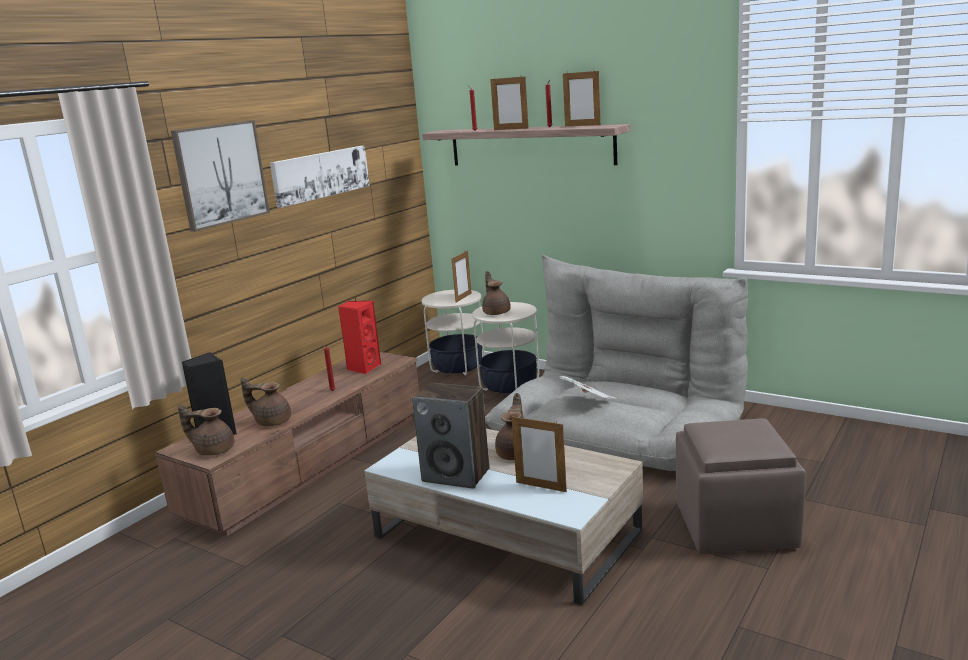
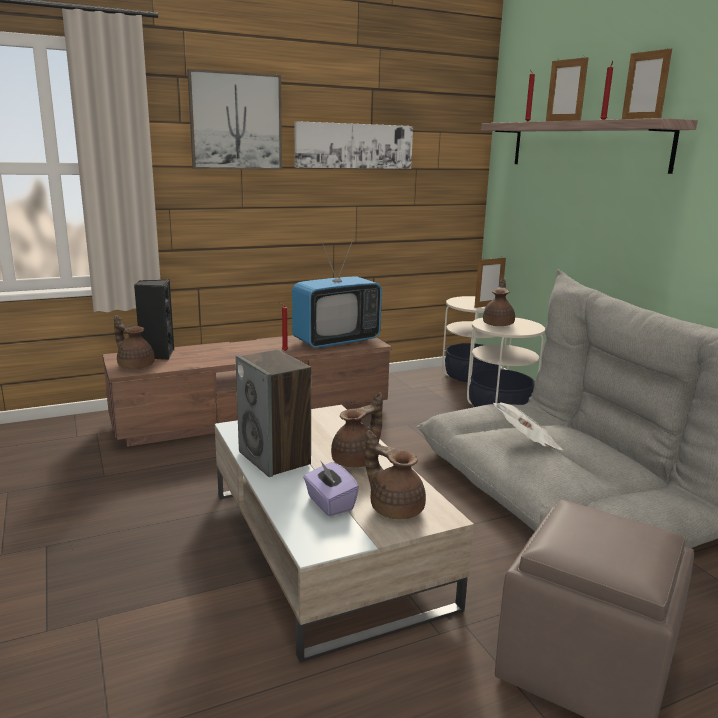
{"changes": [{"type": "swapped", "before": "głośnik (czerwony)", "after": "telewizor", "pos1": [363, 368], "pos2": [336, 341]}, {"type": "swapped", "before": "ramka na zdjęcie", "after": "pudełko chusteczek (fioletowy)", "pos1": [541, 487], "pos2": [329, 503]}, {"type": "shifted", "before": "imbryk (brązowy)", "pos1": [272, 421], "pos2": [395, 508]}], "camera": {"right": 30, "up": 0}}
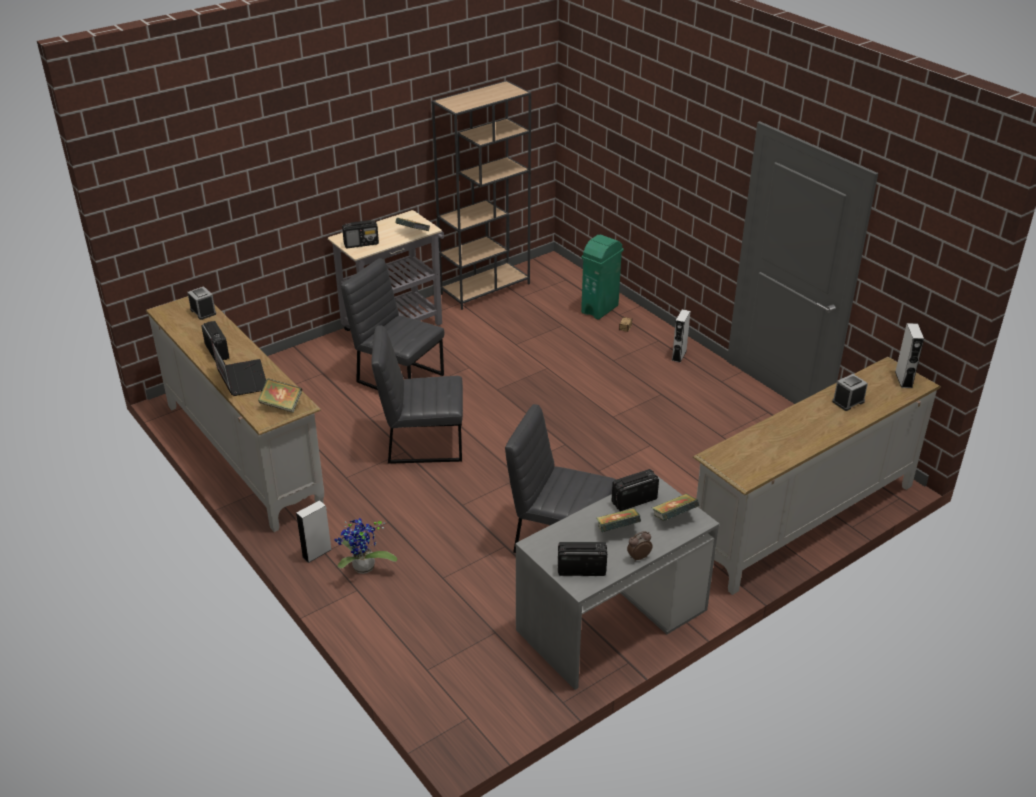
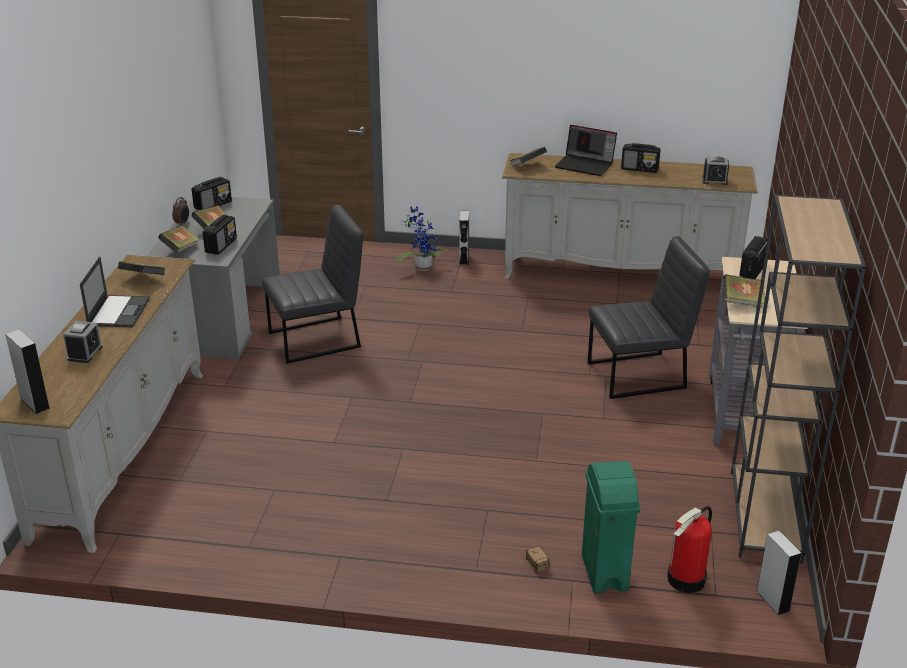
{"changes": [{"type": "new", "after": "laptop", "pos2": [118, 311]}, {"type": "new", "after": "książka", "pos2": [143, 279]}, {"type": "new", "after": "gaśnica", "pos2": [686, 579]}, {"type": "shifted", "before": "głośnik (szary)", "pos1": [679, 355], "pos2": [772, 600]}, {"type": "gone", "before": "krzesło (szary)", "pos1": [422, 443]}], "camera": {"right": 135, "up": -5}}
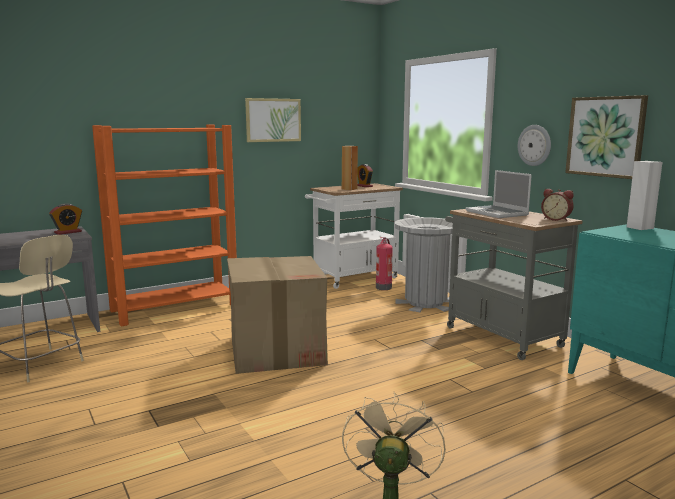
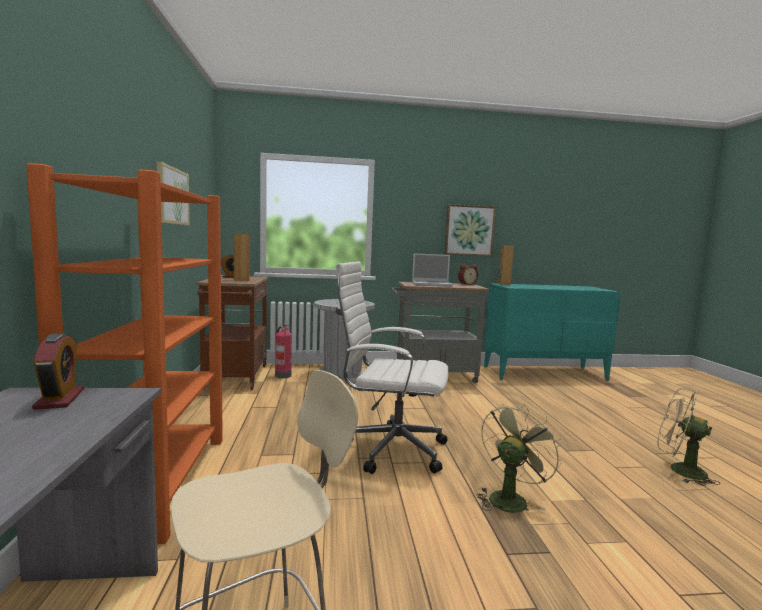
{"changes": [{"type": "repainted", "before": "wózek (biały)", "after": "wózek (brązowy)", "pos1": [352, 278], "pos2": [235, 378]}, {"type": "swapped", "before": "karton", "after": "krzesło biurowe (biały)", "pos1": [276, 351], "pos2": [390, 449]}, {"type": "new", "after": "wentylator (zielony)", "pos2": [510, 498]}, {"type": "repainted", "before": "głośnik (biały)", "after": "głośnik (brązowy)", "pos1": [639, 227], "pos2": [504, 284]}, {"type": "gone", "before": "zegar ścienny", "pos1": [534, 145]}], "camera": {"right": -65, "up": -5}}
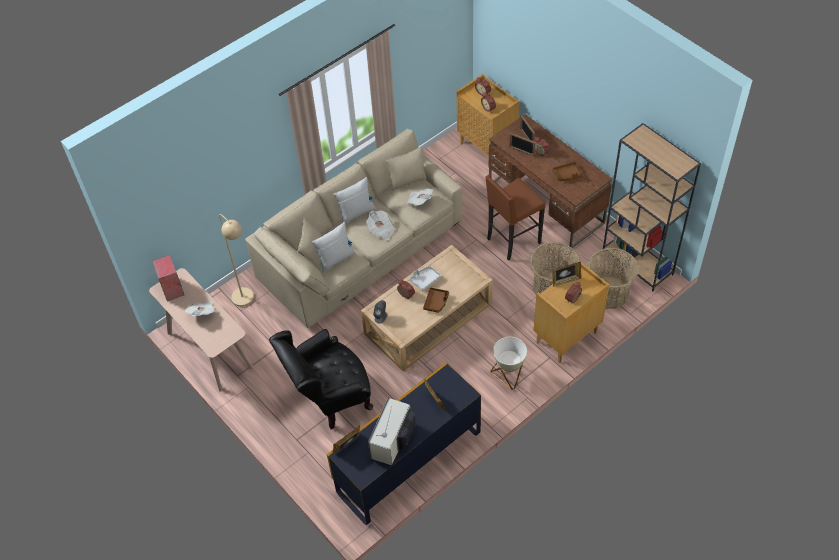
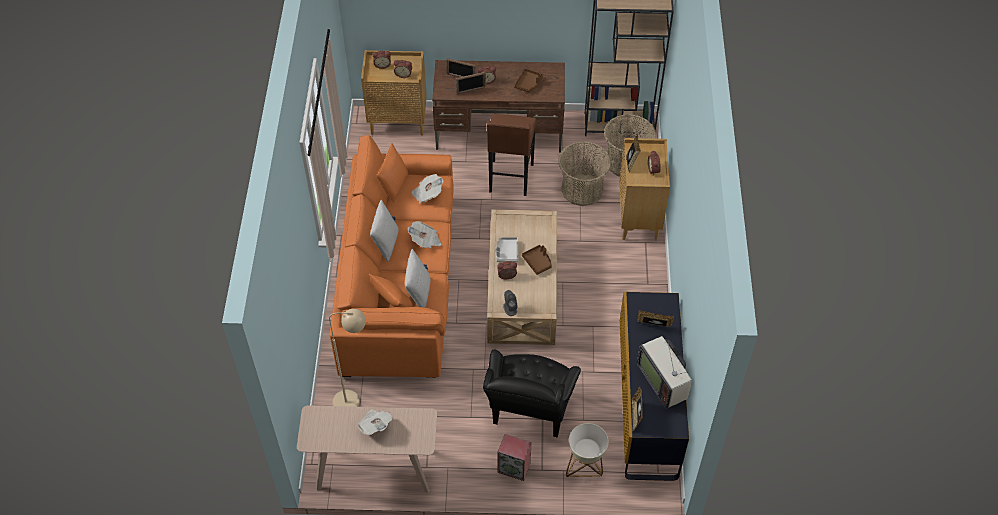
{"changes": [{"type": "repainted", "before": "kanapa (beżowy)", "after": "kanapa (pomarańczowy)", "pos1": [361, 250], "pos2": [399, 281]}, {"type": "shifted", "before": "głośnik", "pos1": [173, 289], "pos2": [514, 467]}, {"type": "shifted", "before": "donica", "pos1": [508, 376], "pos2": [585, 467]}], "camera": {"right": -50, "up": 0}}
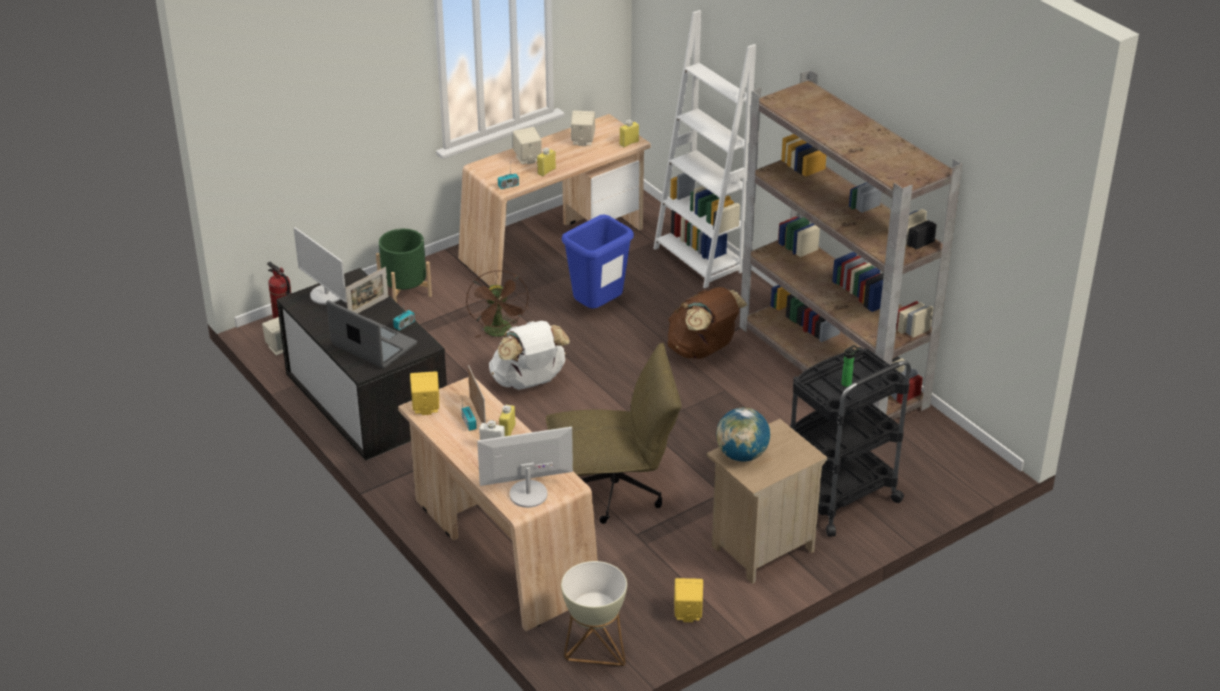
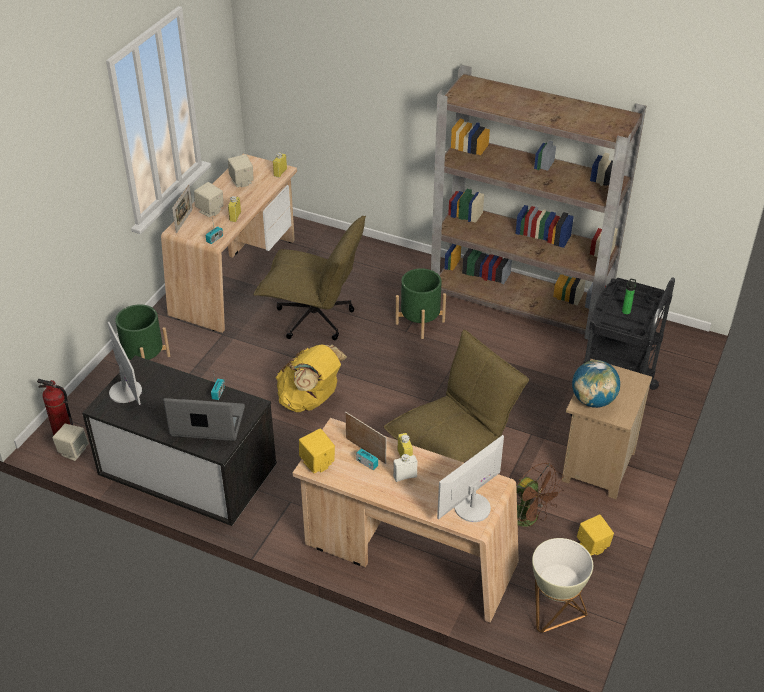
{"changes": [{"type": "rotated", "before": "monitor", "pos1": [326, 295], "pos2": [126, 391], "turn": -135}, {"type": "shifted", "before": "ramka na zdjęcie", "pos1": [368, 307], "pos2": [184, 221]}, {"type": "swapped", "before": "kosz na śmieci (niebieski)", "after": "krzesło biurowe (beżowy)", "pos1": [597, 309], "pos2": [313, 318]}, {"type": "repainted", "before": "plecak (biały)", "after": "plecak (żółty)", "pos1": [529, 382], "pos2": [310, 400]}, {"type": "swapped", "before": "plecak (brązowy)", "after": "donica (zielony)", "pos1": [703, 350], "pos2": [420, 322]}, {"type": "shifted", "before": "wentylator (brązowy)", "pos1": [500, 333], "pos2": [529, 519]}, {"type": "gone", "before": "regał (biały)", "pos1": [699, 260]}], "camera": {"right": -30, "up": 5}}
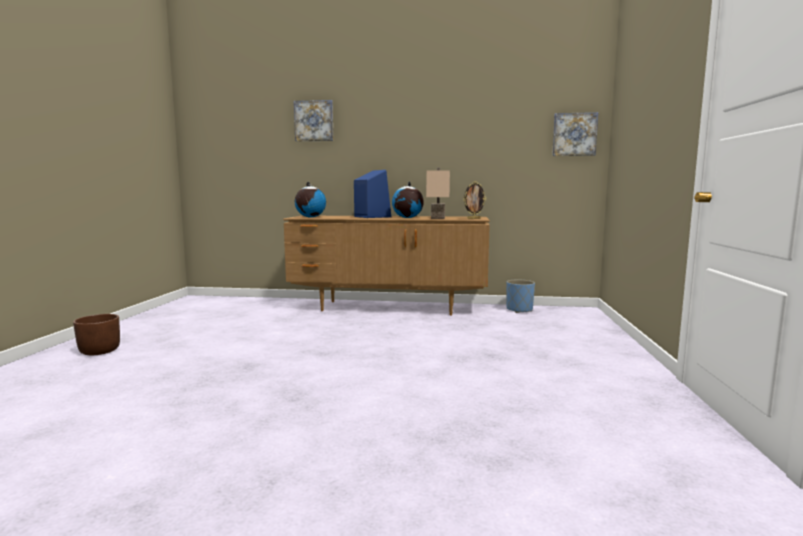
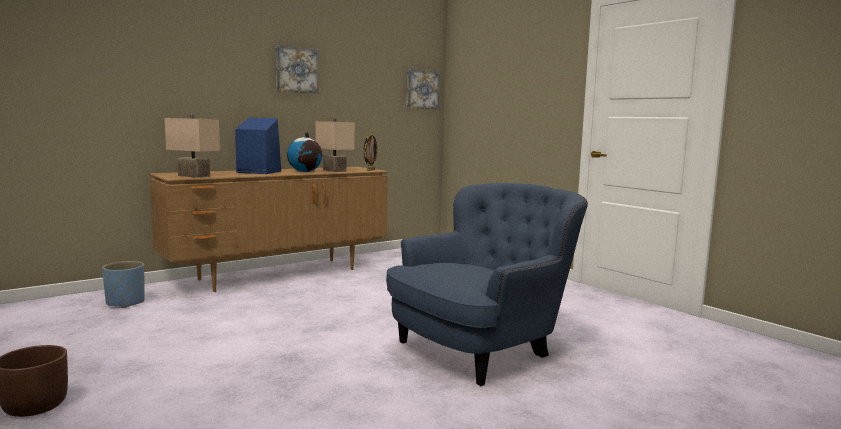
{"changes": [{"type": "shifted", "before": "donica (niebieski)", "pos1": [519, 310], "pos2": [125, 303]}, {"type": "swapped", "before": "globus", "after": "lampa stołowa (beżowy)", "pos1": [310, 217], "pos2": [192, 176]}, {"type": "shifted", "before": "obraz", "pos1": [314, 121], "pos2": [296, 70]}, {"type": "new", "after": "fotel (niebieski)", "pos2": [480, 349]}], "camera": {"right": -45, "up": 0}}
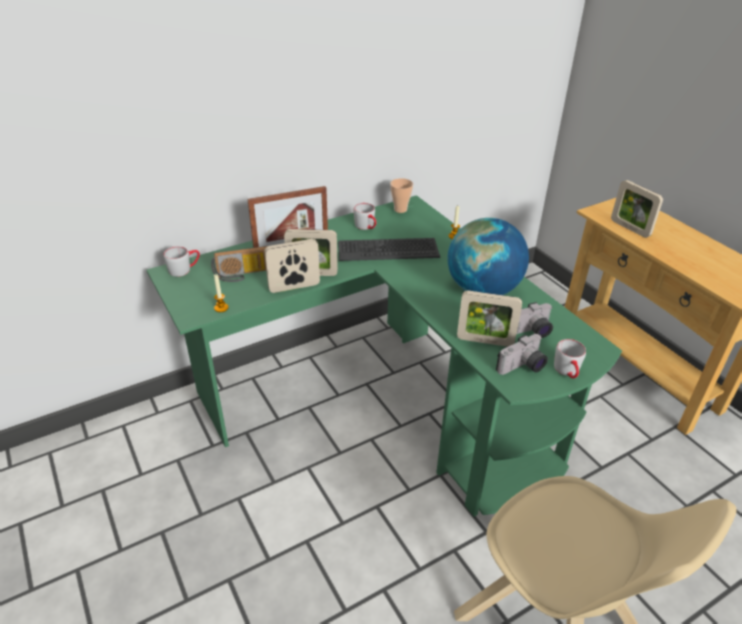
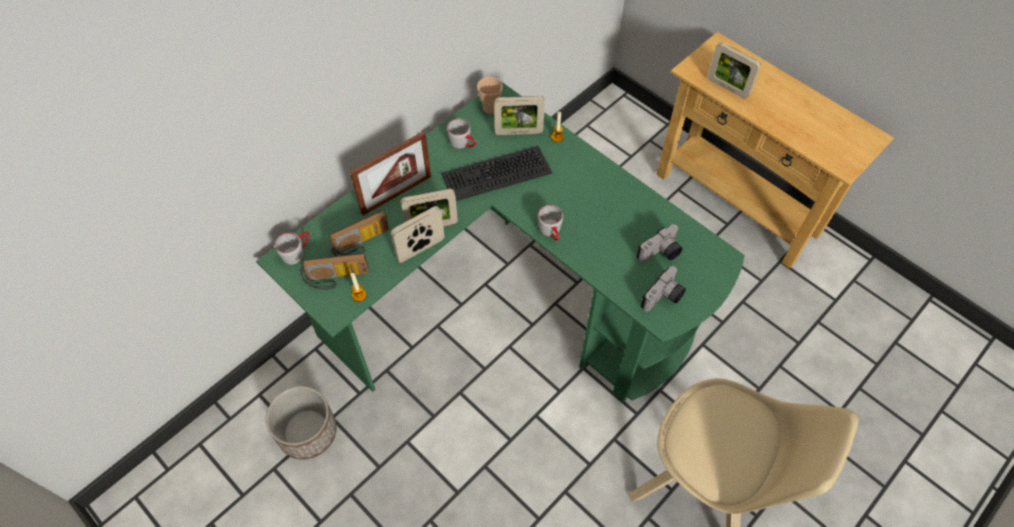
{"changes": [{"type": "new", "after": "donica", "pos2": [308, 432]}, {"type": "new", "after": "radio", "pos2": [336, 279]}, {"type": "shifted", "before": "ramka na zdjęcie", "pos1": [485, 341], "pos2": [518, 132]}, {"type": "shifted", "before": "kubek (szary)", "pos1": [568, 372], "pos2": [551, 232]}, {"type": "gone", "before": "globus", "pos1": [482, 290]}], "camera": {"right": -15, "up": 20}}
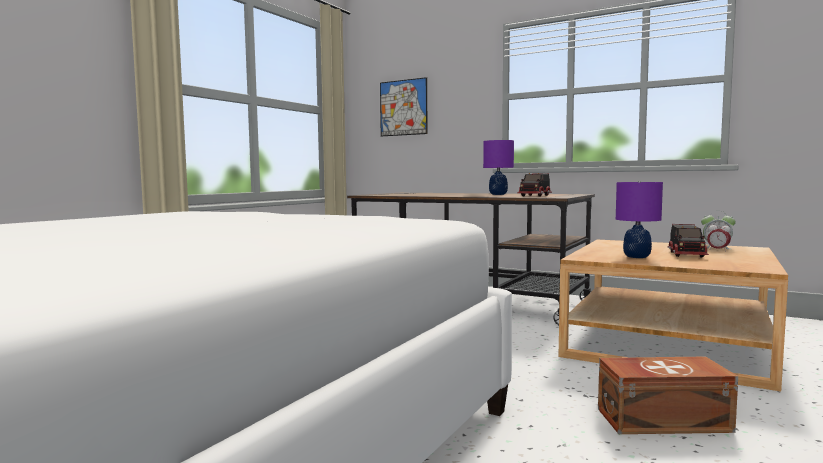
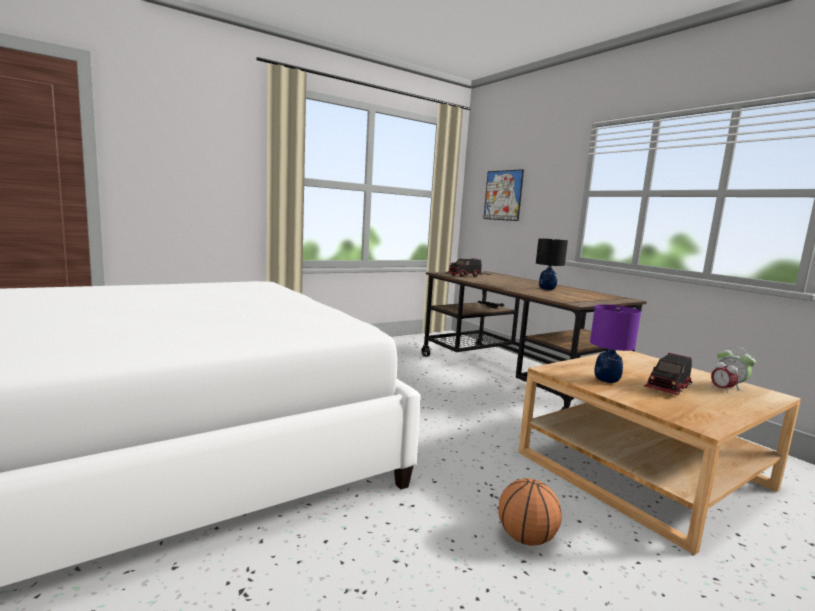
{"changes": [{"type": "shifted", "before": "ciężarówka zabawkowa", "pos1": [535, 196], "pos2": [464, 276]}, {"type": "swapped", "before": "pojemnik do przechowywania (brązowy)", "after": "piłka do koszykówki", "pos1": [660, 419], "pos2": [526, 538]}, {"type": "repainted", "before": "lampa stołowa (fioletowy)", "after": "lampa stołowa (czarny)", "pos1": [499, 194], "pos2": [548, 289]}], "camera": {"right": 25, "up": 5}}
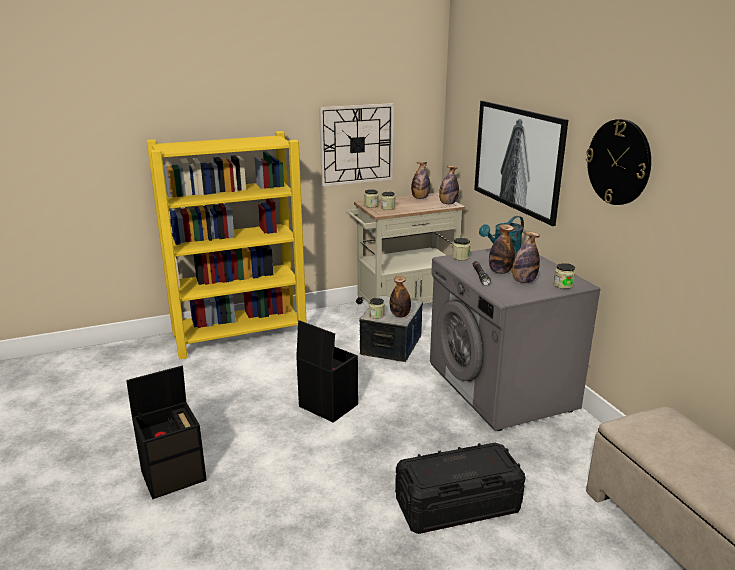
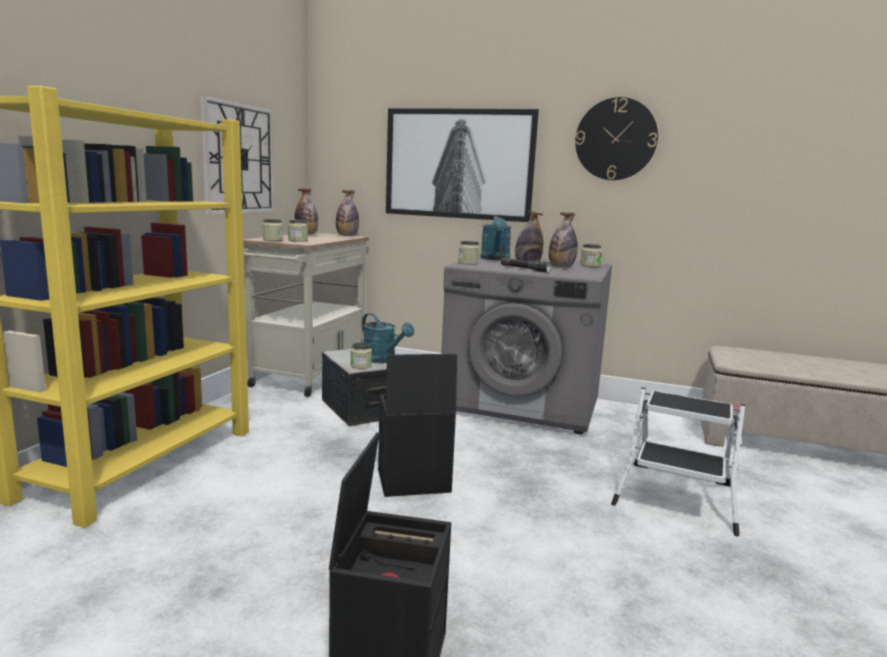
{"changes": [{"type": "swapped", "before": "butelka", "after": "konewka (turkusowy)", "pos1": [400, 315], "pos2": [383, 360]}, {"type": "swapped", "before": "pojemnik do przechowywania (czarny)", "after": "drabinka", "pos1": [457, 505], "pos2": [676, 496]}], "camera": {"right": -50, "up": -10}}
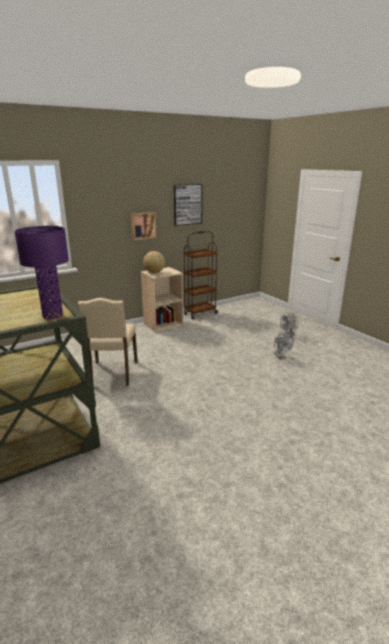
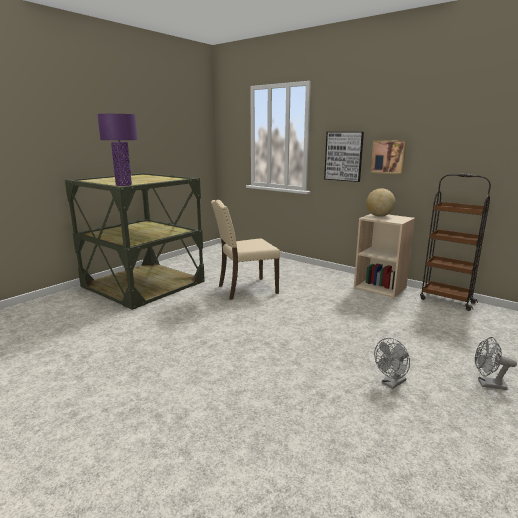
{"changes": [{"type": "shifted", "before": "obraz", "pos1": [187, 204], "pos2": [343, 156]}], "camera": {"right": 70, "up": -5}}
